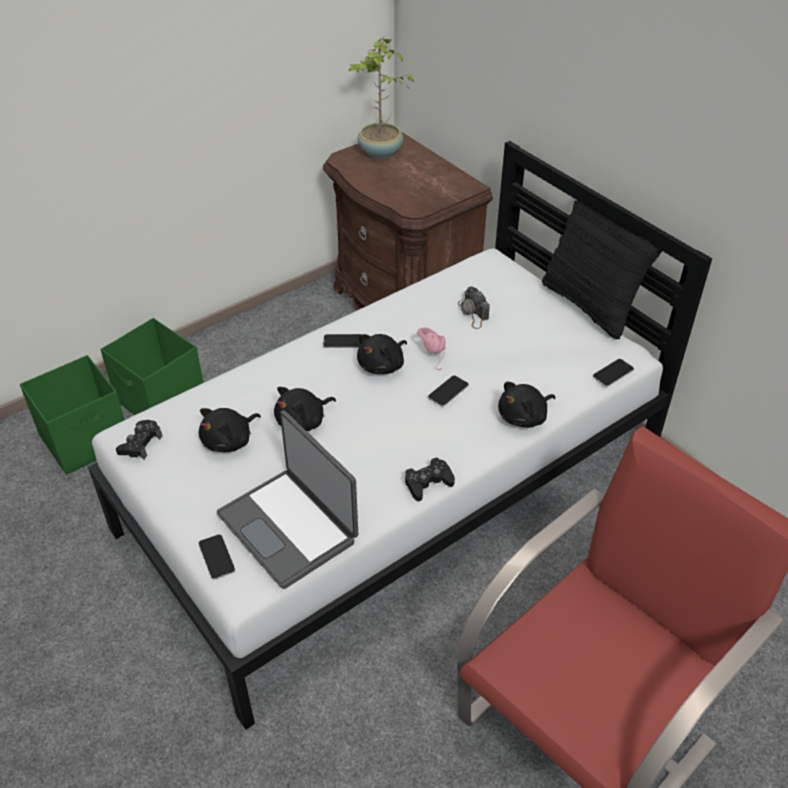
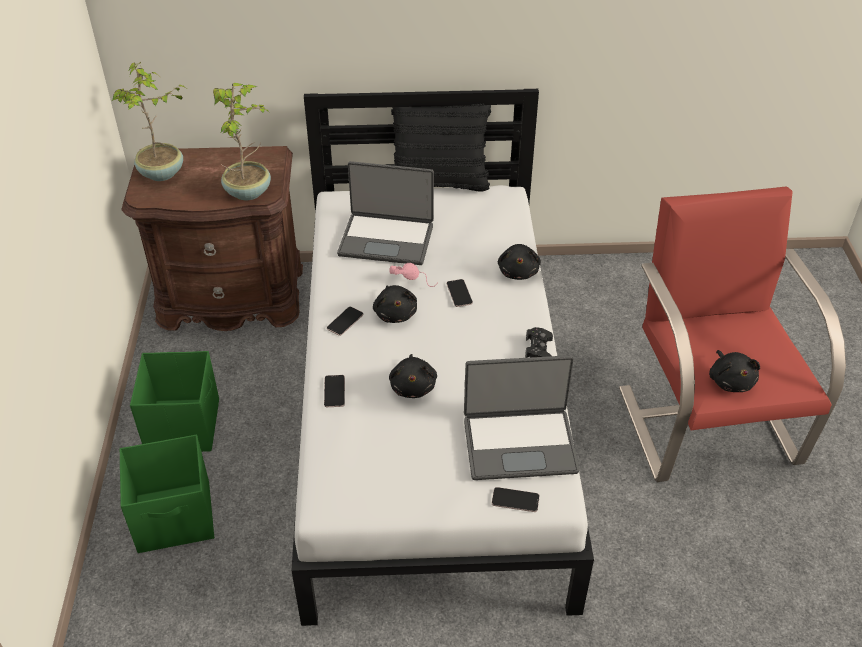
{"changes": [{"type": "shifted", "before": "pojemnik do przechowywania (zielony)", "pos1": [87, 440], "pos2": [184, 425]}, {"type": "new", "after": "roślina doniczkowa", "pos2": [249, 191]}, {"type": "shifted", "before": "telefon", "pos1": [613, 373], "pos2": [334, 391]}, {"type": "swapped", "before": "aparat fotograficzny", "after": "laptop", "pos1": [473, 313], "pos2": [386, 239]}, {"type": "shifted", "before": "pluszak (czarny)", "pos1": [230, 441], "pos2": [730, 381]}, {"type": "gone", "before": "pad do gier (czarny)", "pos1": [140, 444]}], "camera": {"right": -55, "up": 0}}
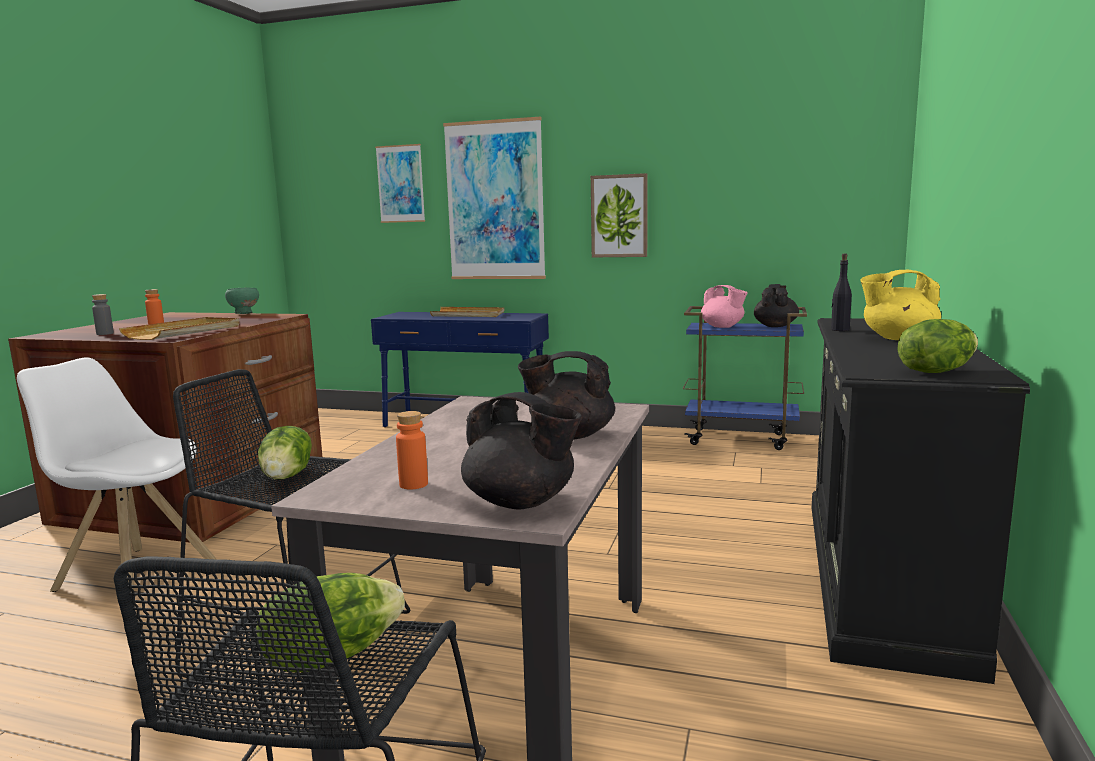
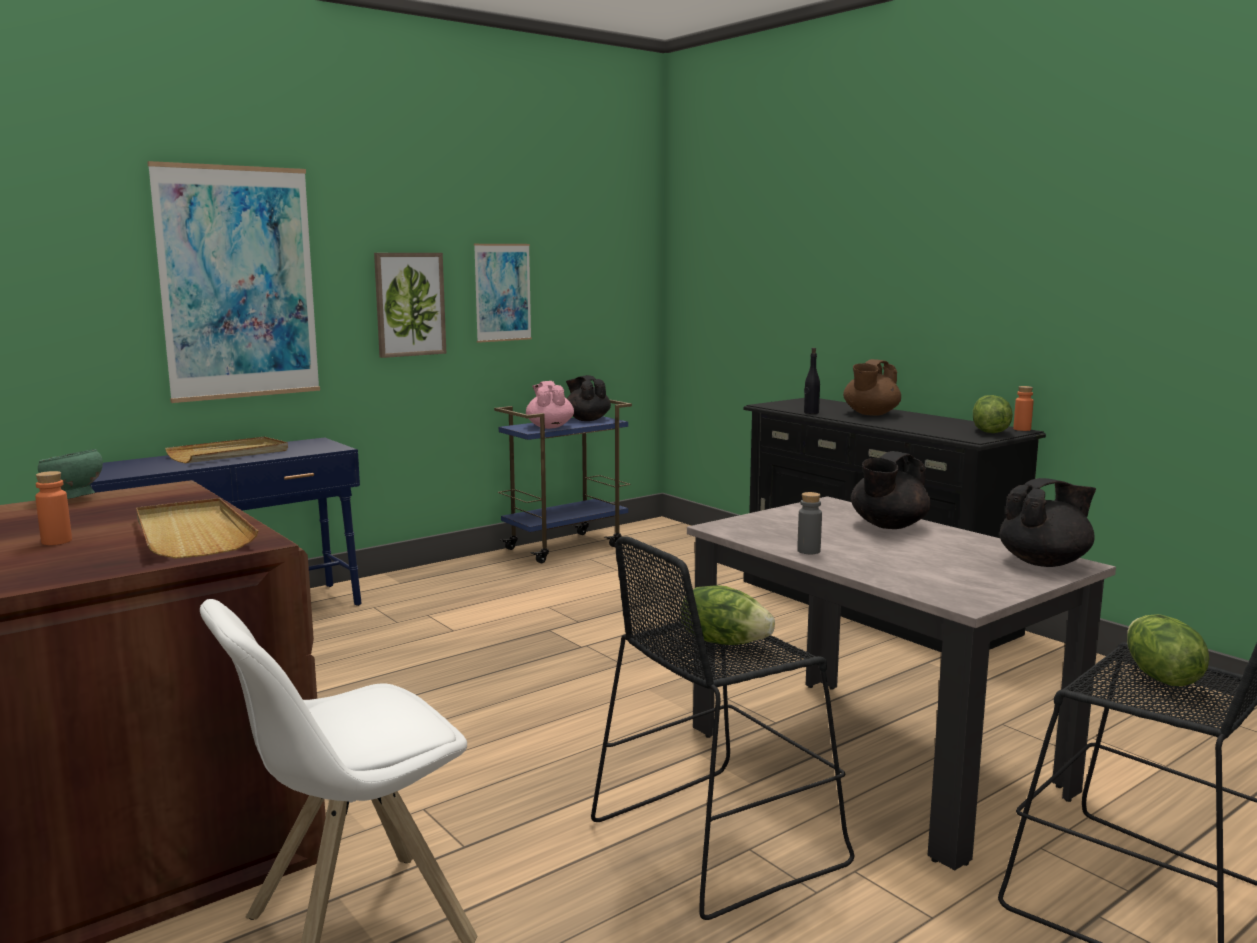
{"changes": [{"type": "shifted", "before": "obraz", "pos1": [400, 184], "pos2": [502, 292]}, {"type": "rotated", "before": "imbryk (różowy)", "pos1": [723, 327], "pos2": [549, 427], "turn": -105}, {"type": "shifted", "before": "butelka (szary)", "pos1": [105, 333], "pos2": [808, 551]}, {"type": "repainted", "before": "imbryk (żółty)", "after": "imbryk (brązowy)", "pos1": [898, 338], "pos2": [870, 414]}, {"type": "shifted", "before": "butelka (pomarańczowy)", "pos1": [413, 484], "pos2": [1022, 429]}], "camera": {"right": -55, "up": 0}}
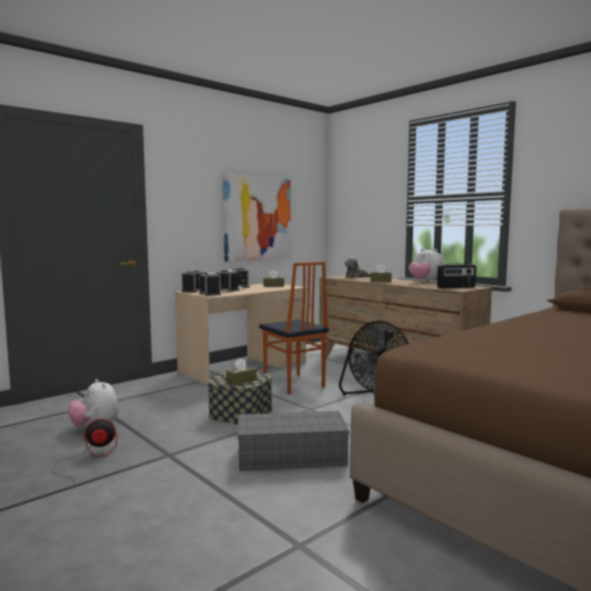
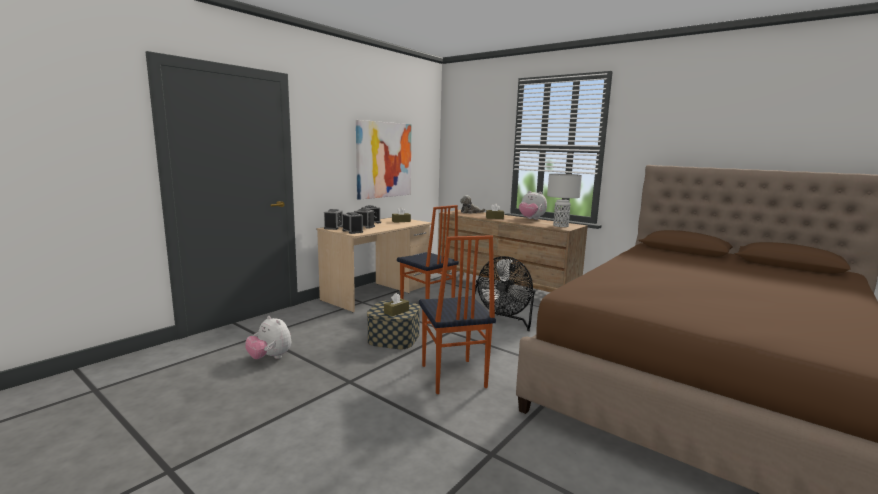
{"changes": [{"type": "swapped", "before": "pojemnik do przechowywania (szary)", "after": "krzesło", "pos1": [290, 456], "pos2": [452, 376]}, {"type": "swapped", "before": "radio", "after": "lampa stołowa (biały)", "pos1": [456, 287], "pos2": [560, 225]}, {"type": "gone", "before": "wentylator", "pos1": [89, 458]}], "camera": {"right": -10, "up": 5}}
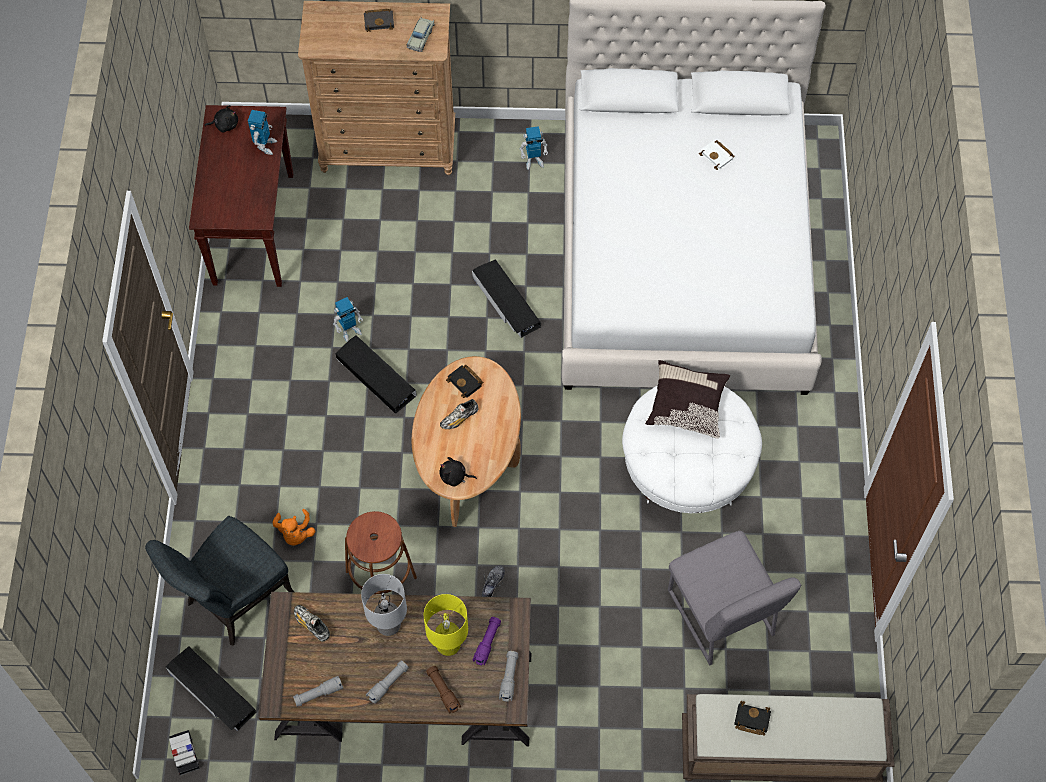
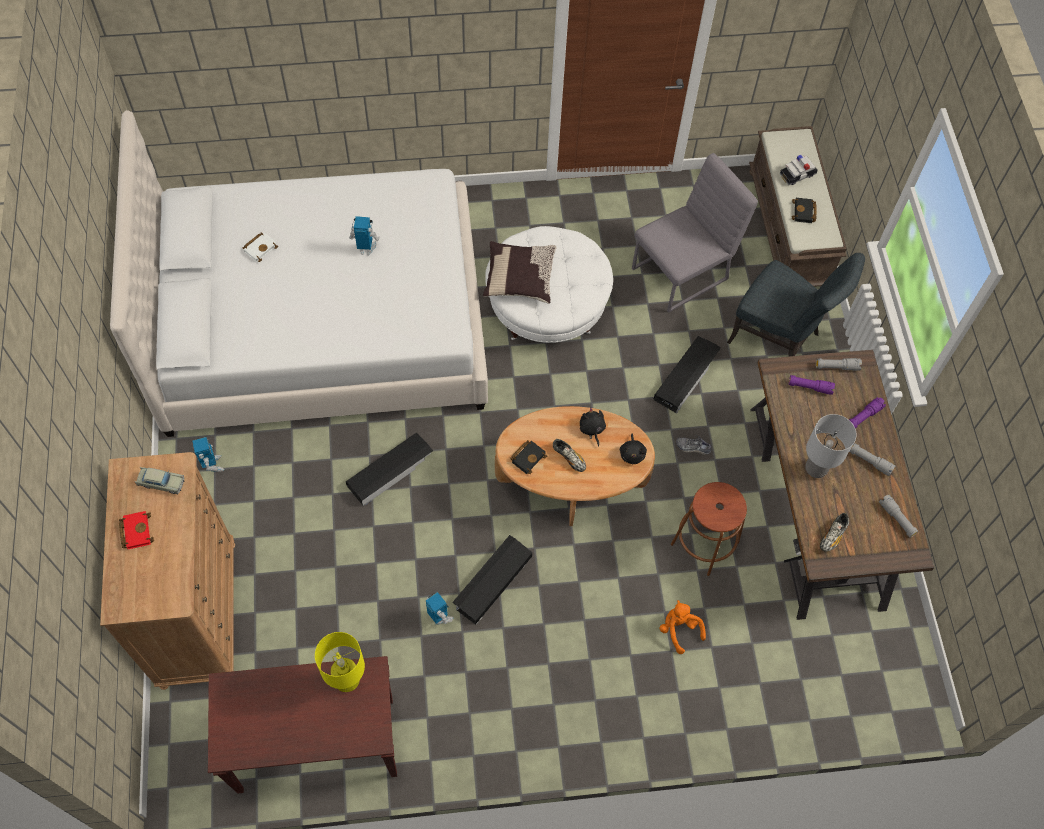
{"changes": [{"type": "repainted", "before": "książka (czarny)", "after": "książka (czerwony)", "pos1": [379, 21], "pos2": [135, 531]}, {"type": "shifted", "before": "lampa stołowa (żółty)", "pos1": [448, 645], "pos2": [347, 681]}, {"type": "shifted", "before": "robot zabawkowy", "pos1": [265, 145], "pos2": [366, 249]}, {"type": "shifted", "before": "pluszak (czarny)", "pos1": [225, 125], "pos2": [592, 429]}, {"type": "shifted", "before": "pojemnik do przechowywania (czarny)", "pos1": [212, 692], "pos2": [686, 376]}, {"type": "rotated", "before": "pluszak (pomarańczowy)", "pos1": [295, 533], "pos2": [679, 630], "turn": -105}, {"type": "shifted", "before": "krzesło (szary)", "pos1": [234, 601], "pos2": [779, 339]}, {"type": "shifted", "before": "samochodzik", "pos1": [185, 754], "pos2": [797, 175]}, {"type": "repainted", "before": "latarka (brązowy)", "after": "latarka (fioletowy)", "pos1": [443, 691], "pos2": [863, 416]}], "camera": {"right": -100, "up": 0}}
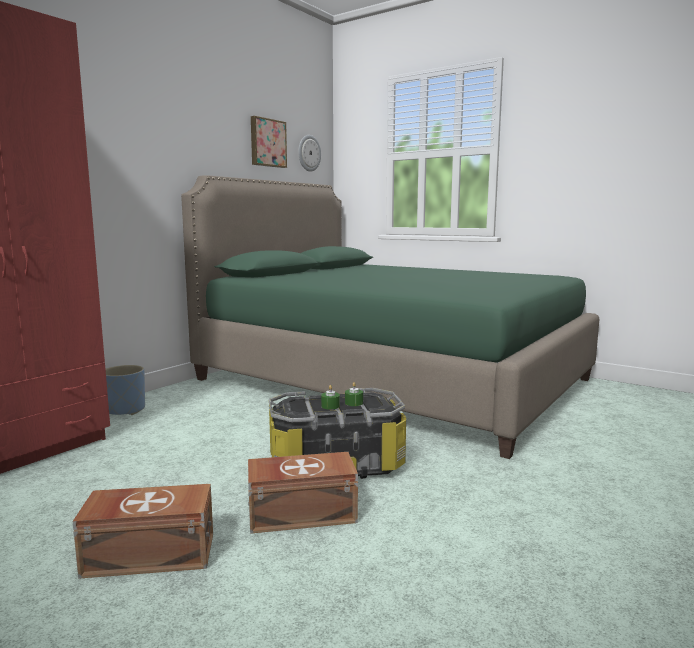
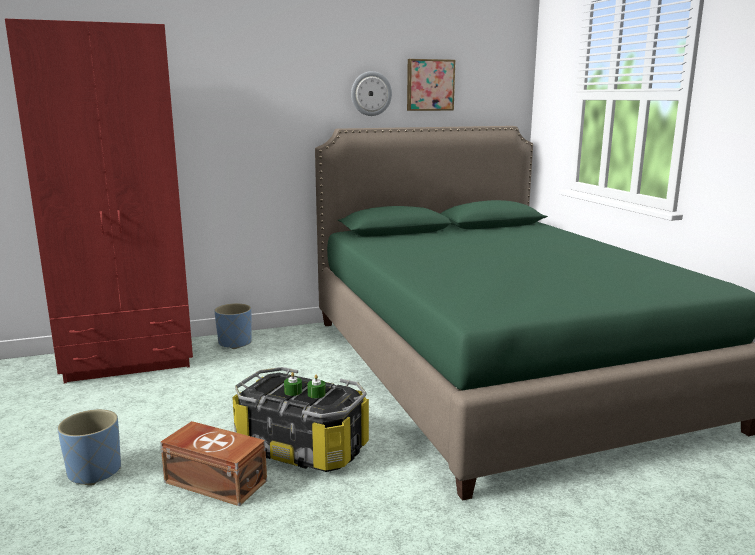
{"changes": [{"type": "swapped", "before": "pojemnik do przechowywania (brązowy)", "after": "donica (niebieski)", "pos1": [148, 554], "pos2": [95, 471]}, {"type": "shifted", "before": "zegar ścienny", "pos1": [308, 153], "pos2": [371, 93]}], "camera": {"right": 35, "up": 5}}
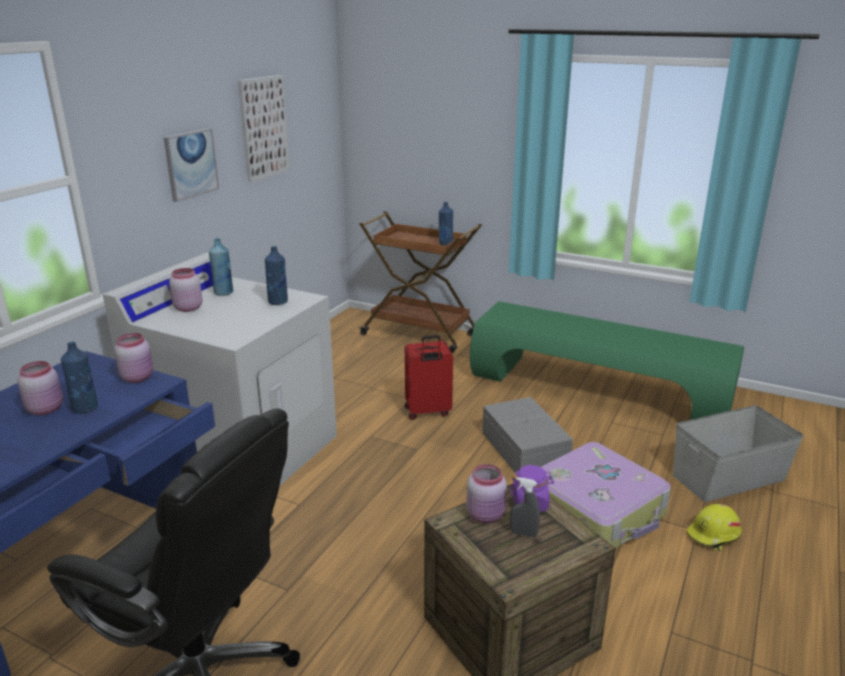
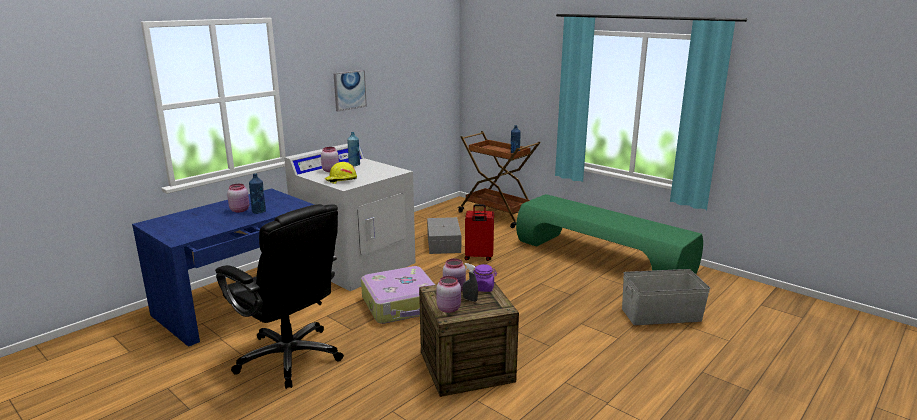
{"changes": [{"type": "shifted", "before": "kask (żółty)", "pos1": [714, 535], "pos2": [341, 180]}, {"type": "shifted", "before": "walizka", "pos1": [597, 510], "pos2": [401, 305]}, {"type": "shifted", "before": "pojemnik do przechowywania (szary)", "pos1": [523, 450], "pos2": [443, 243]}, {"type": "shifted", "before": "słoik (różowy)", "pos1": [138, 377], "pos2": [449, 308]}, {"type": "gone", "before": "obraz", "pos1": [263, 128]}, {"type": "gone", "before": "butelka (niebieski)", "pos1": [278, 302]}], "camera": {"right": 15, "up": -5}}
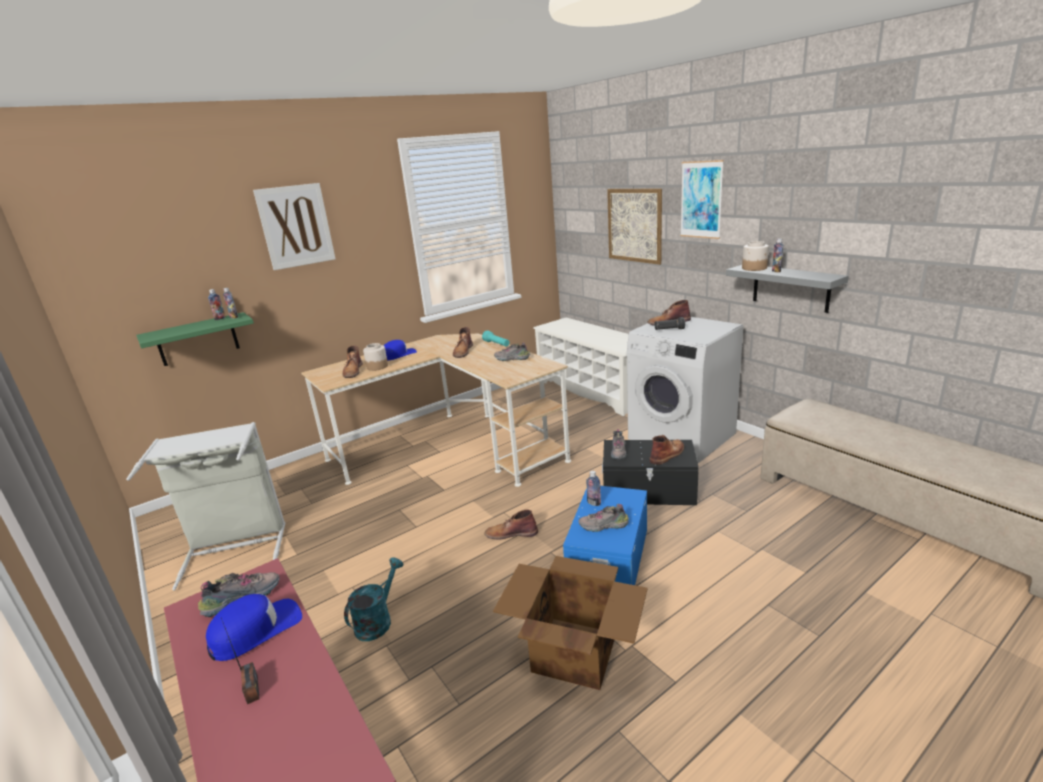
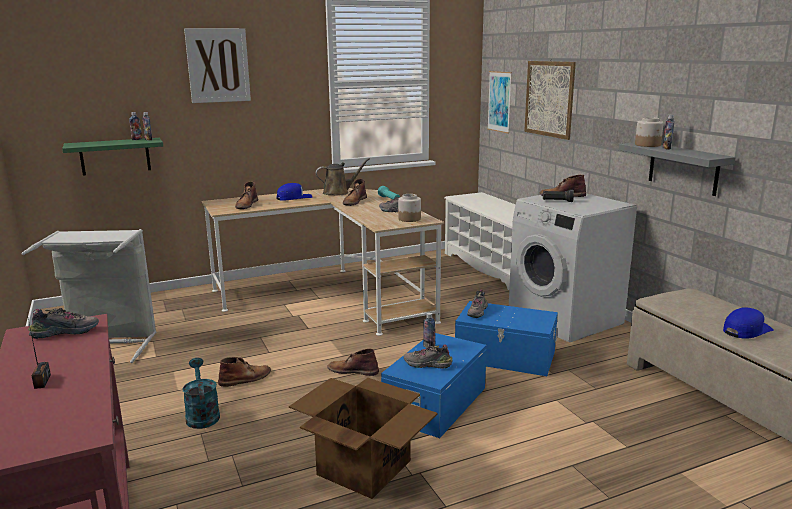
{"changes": [{"type": "rotated", "before": "konewka (turkusowy)", "pos1": [377, 620], "pos2": [202, 415], "turn": -60}, {"type": "shifted", "before": "but z cholewką (brązowy)", "pos1": [667, 454], "pos2": [246, 378]}, {"type": "new", "after": "konewka (brązowy)", "pos2": [338, 192]}, {"type": "shifted", "before": "słoik", "pos1": [377, 366], "pos2": [409, 219]}, {"type": "repainted", "before": "pojemnik do przechowywania (czarny)", "after": "pojemnik do przechowywania (niebieski)", "pos1": [649, 490], "pos2": [505, 357]}, {"type": "shifted", "before": "obraz", "pos1": [701, 199], "pos2": [499, 101]}, {"type": "shifted", "before": "czapka z daszkiem (niebieski)", "pos1": [256, 630], "pos2": [746, 330]}], "camera": {"right": 10, "up": -5}}
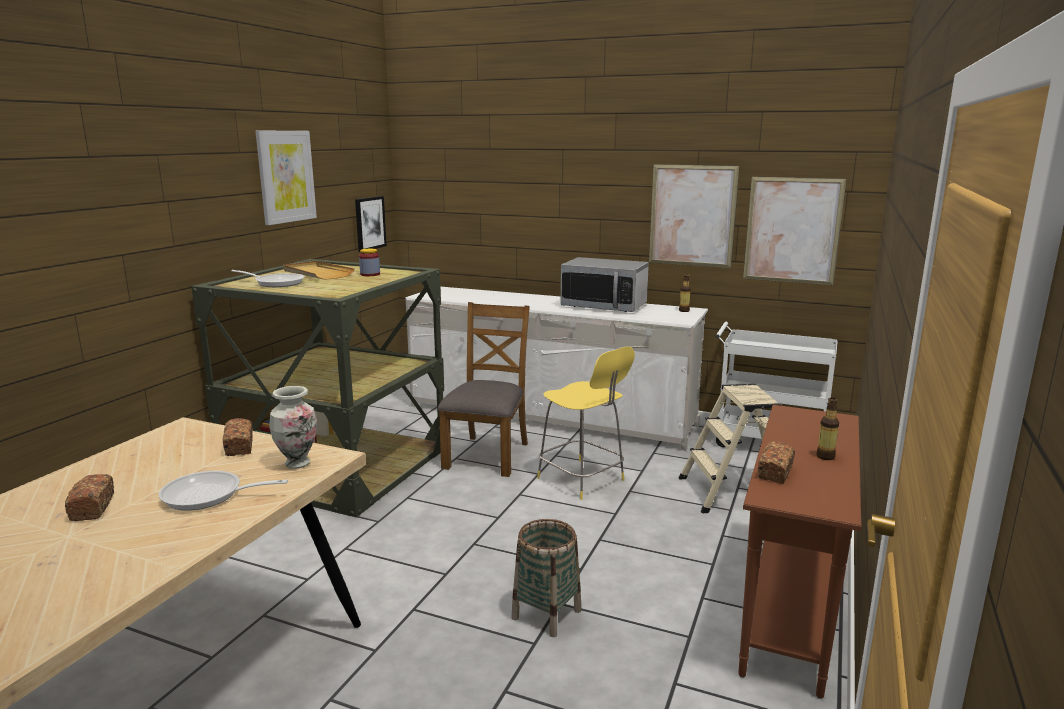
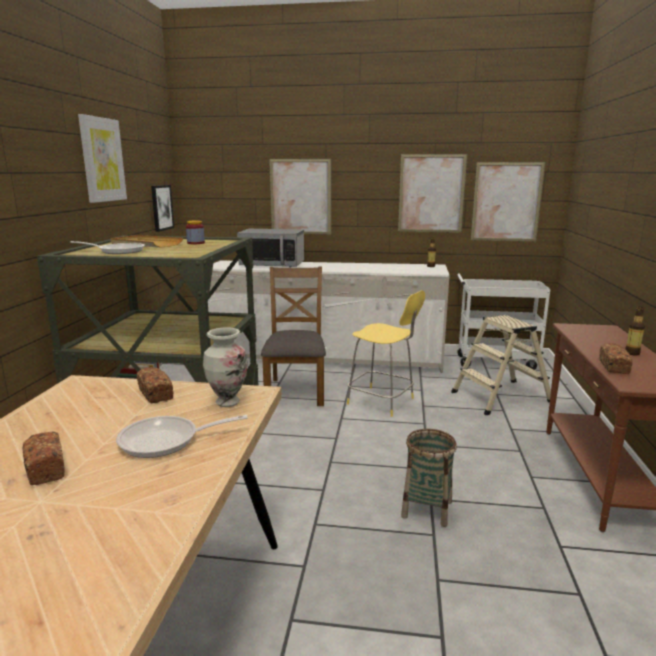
{"changes": [{"type": "shifted", "before": "mikrofalówka", "pos1": [604, 306], "pos2": [272, 265]}, {"type": "new", "after": "obraz", "pos2": [300, 197]}], "camera": {"right": -15, "up": 0}}
